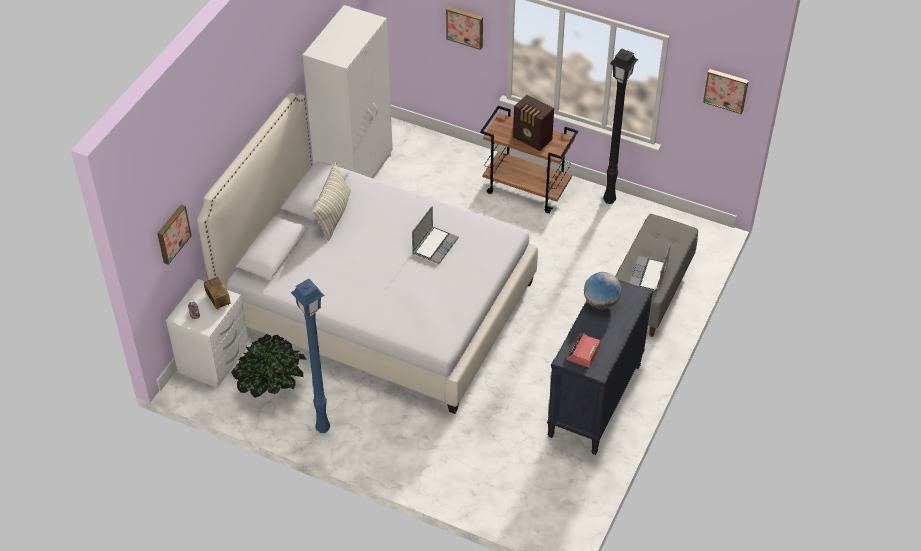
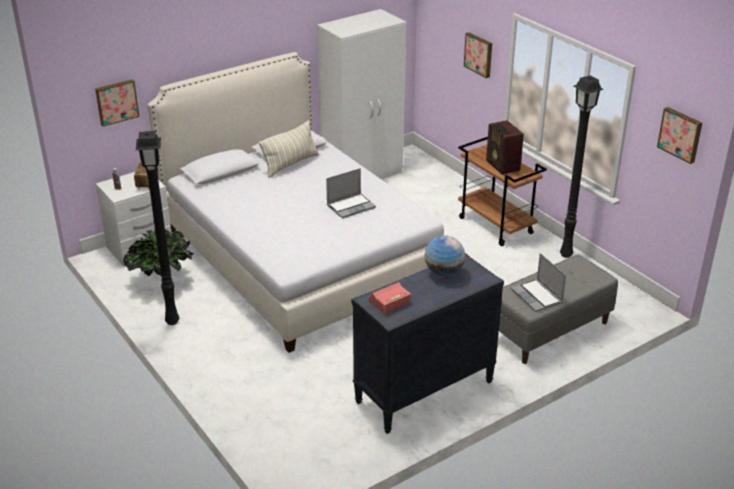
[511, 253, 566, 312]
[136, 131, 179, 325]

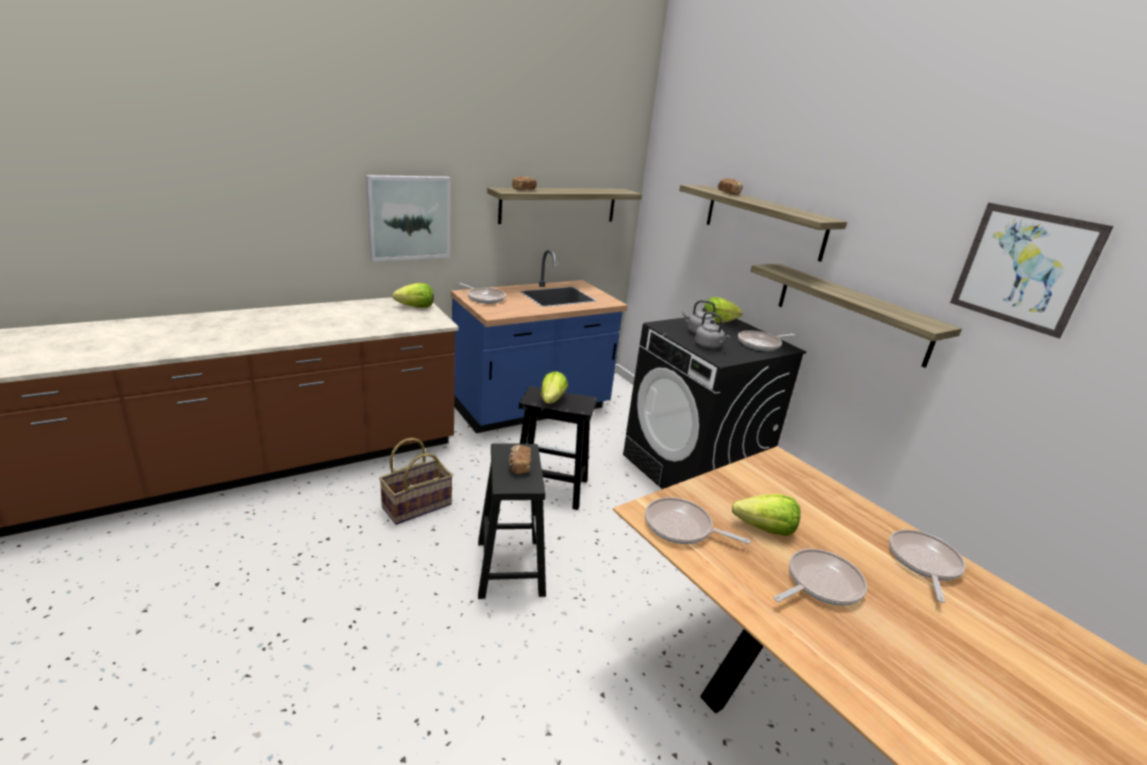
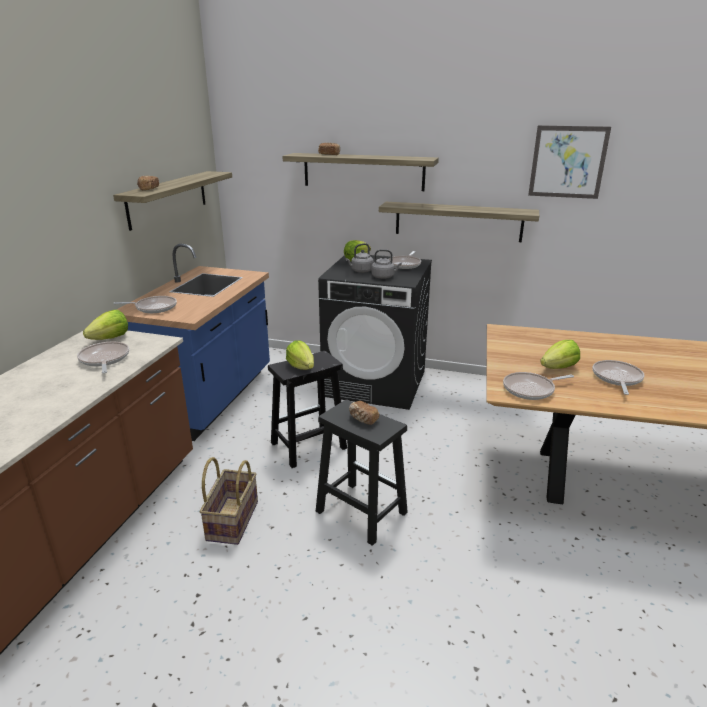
[366, 175, 451, 262] (first image)
[77, 342, 129, 373]

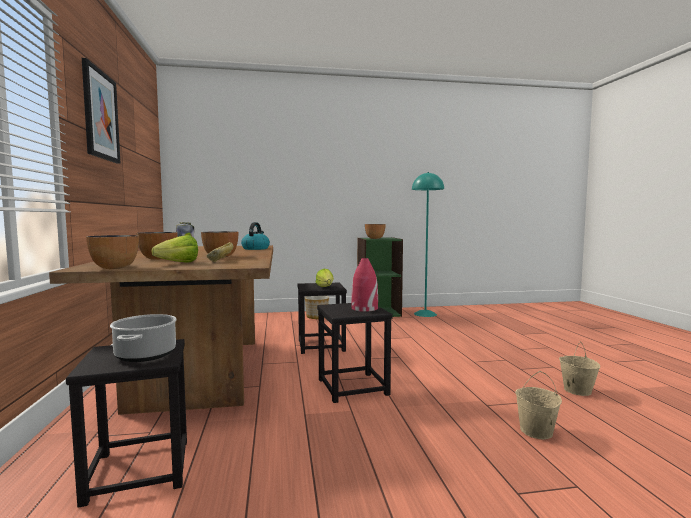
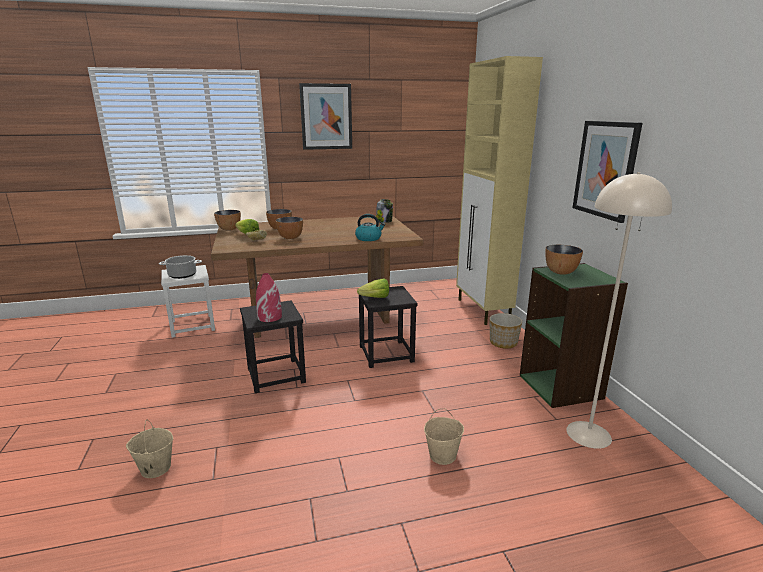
[566, 172, 672, 449]
[161, 265, 215, 338]
[424, 408, 464, 465]
[456, 56, 543, 325]
[572, 121, 643, 223]

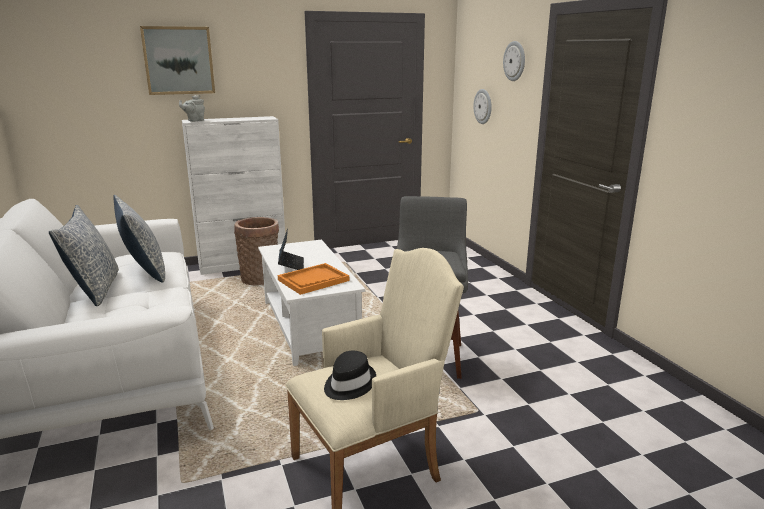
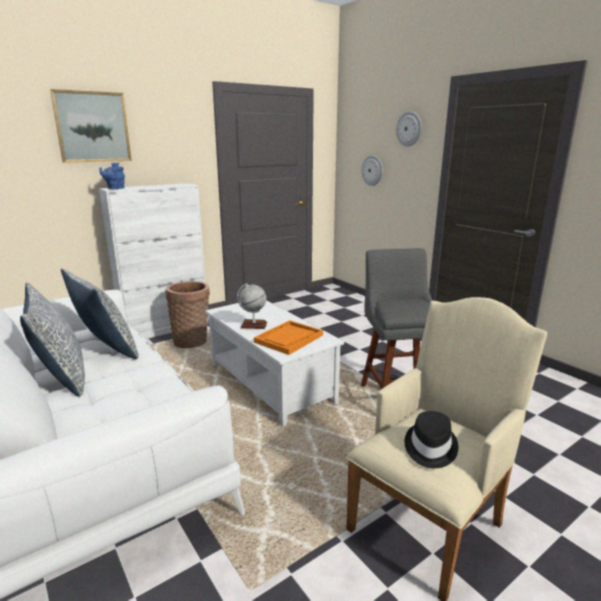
[99, 162, 125, 189]
[237, 283, 267, 329]

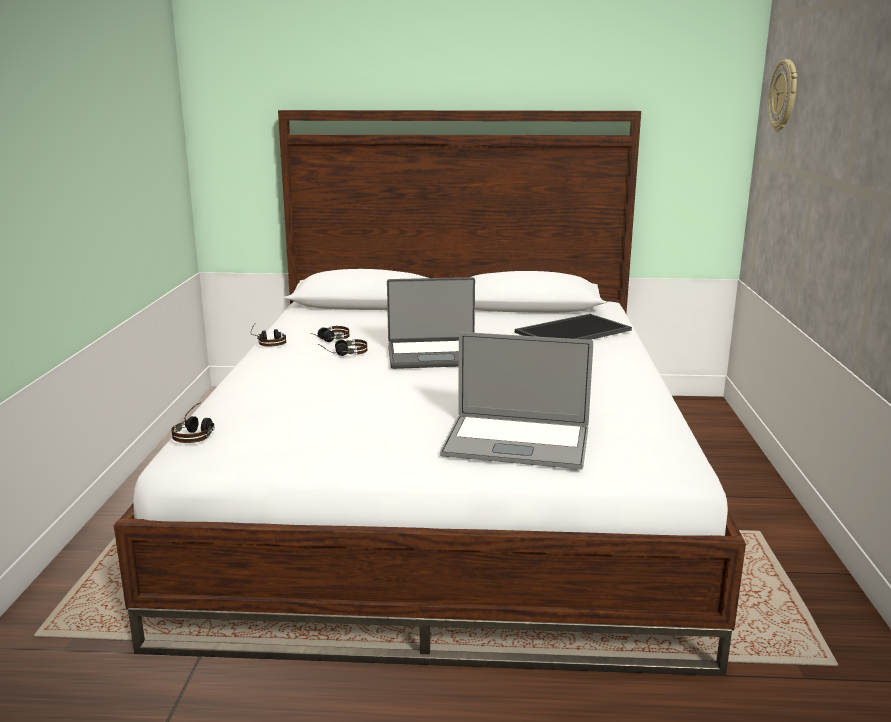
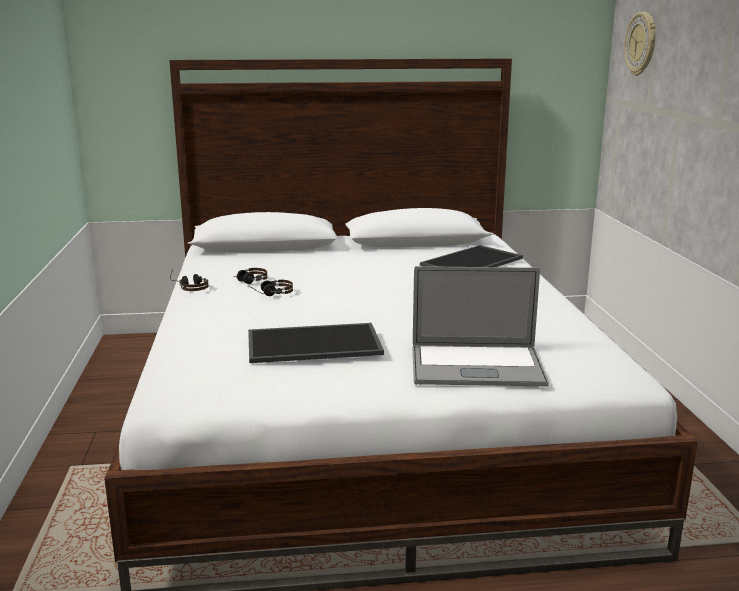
[387, 277, 475, 369] (first image)
[171, 402, 215, 443] (first image)
[248, 323, 384, 363]

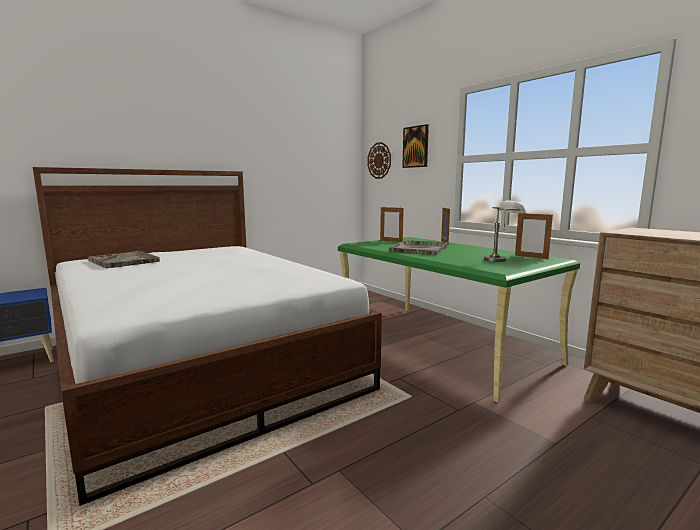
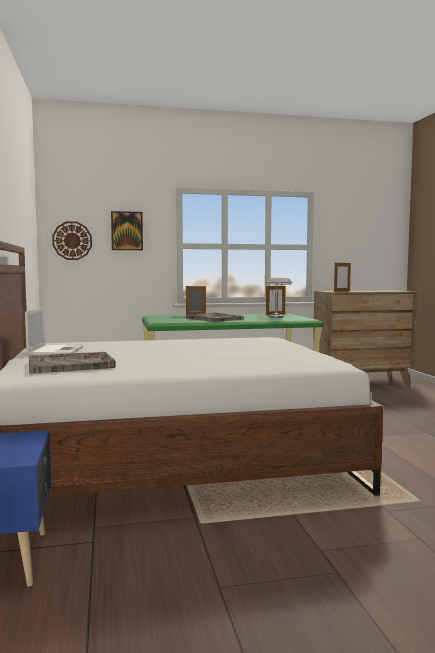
[334, 262, 351, 292]
[25, 308, 83, 355]

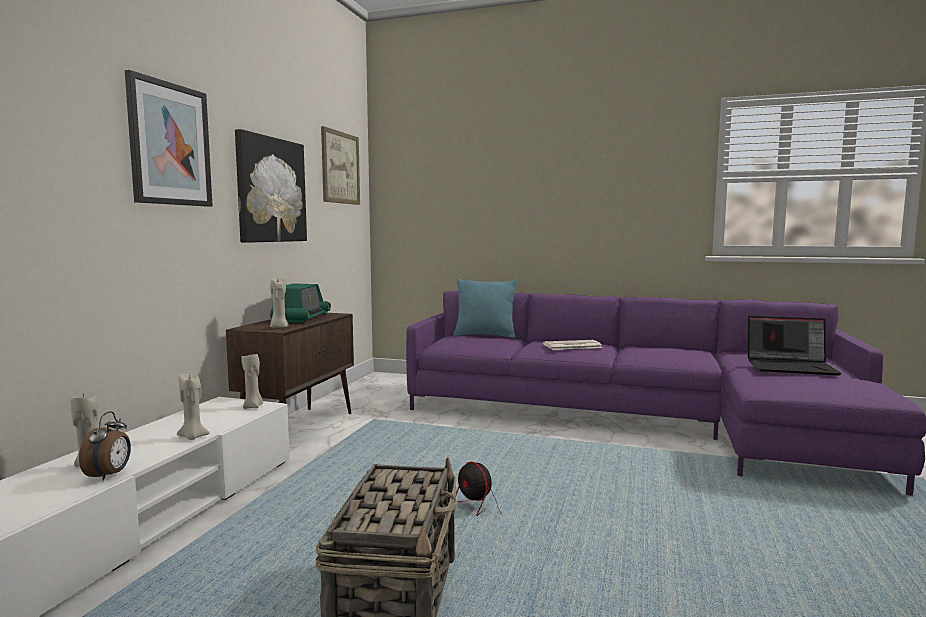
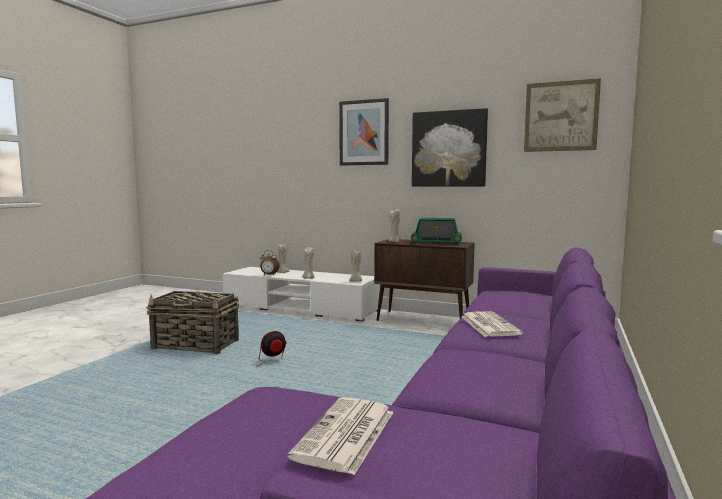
[454, 279, 517, 338] (first image)
[287, 397, 394, 475]

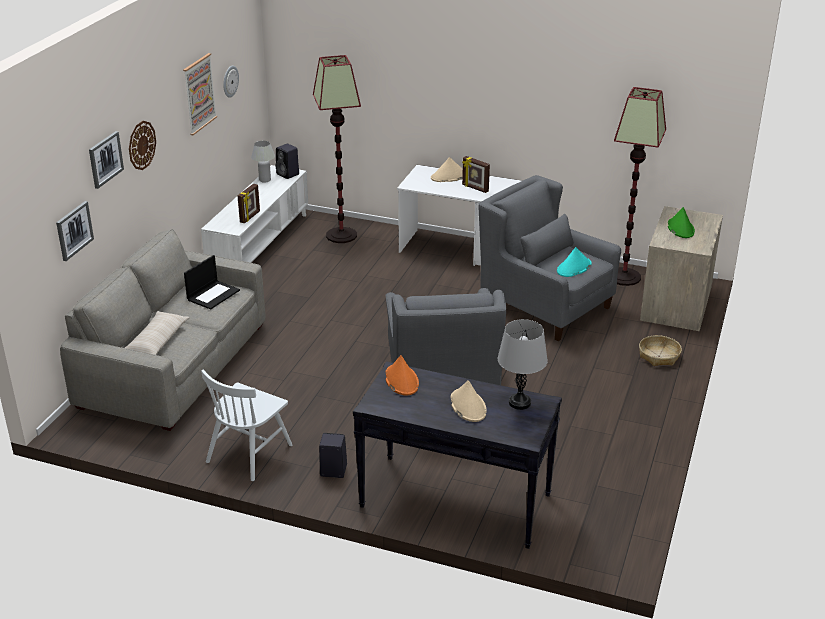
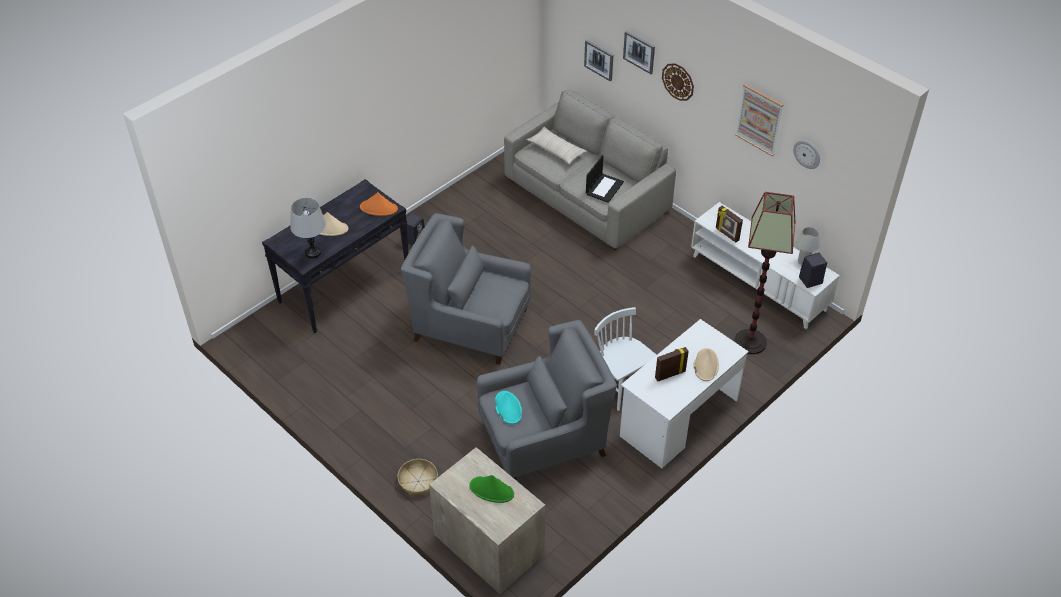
[614, 87, 666, 286] (first image)
[586, 155, 624, 203]
[594, 307, 656, 411]

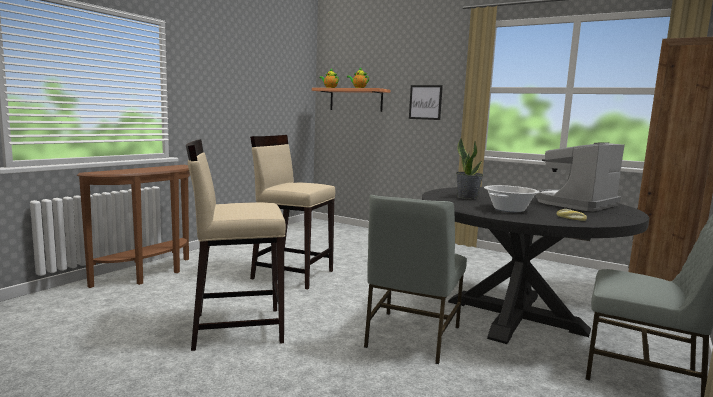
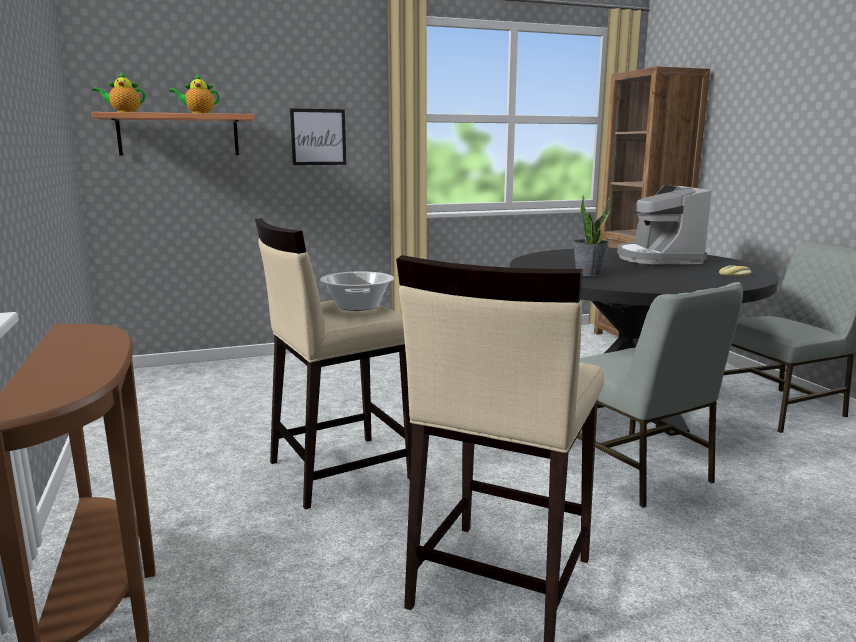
[320, 271, 394, 311]

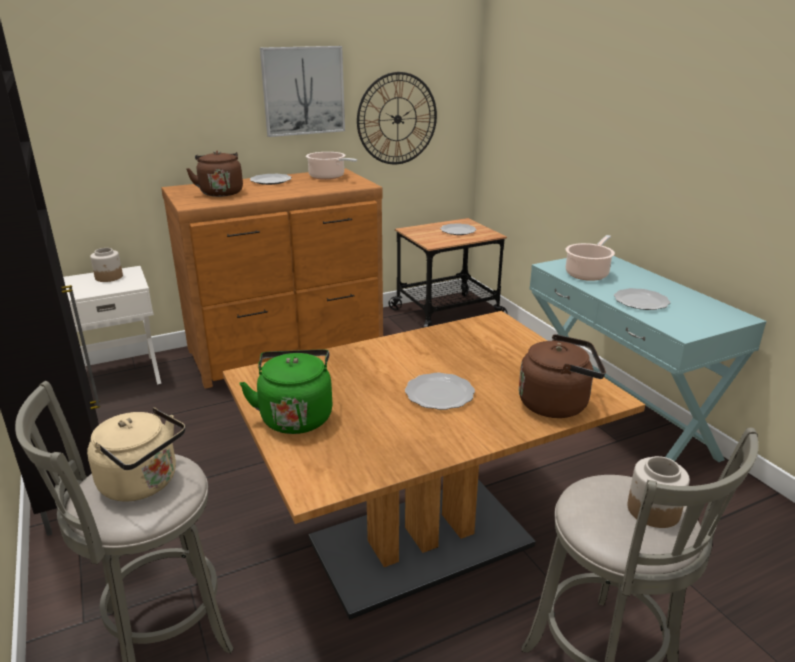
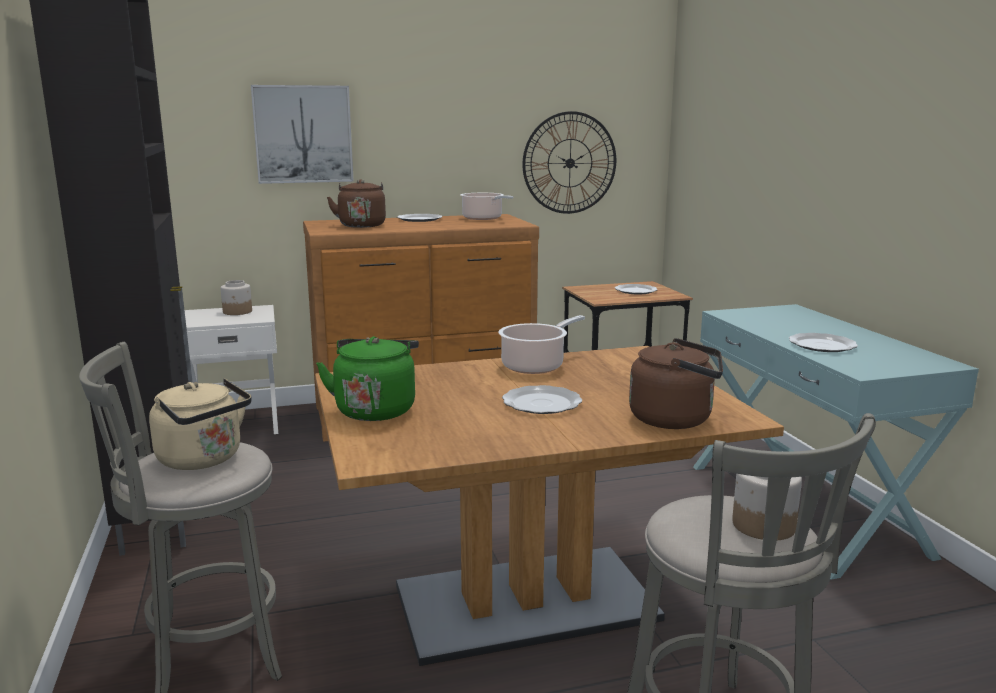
[251, 85, 354, 184]
[498, 315, 585, 374]

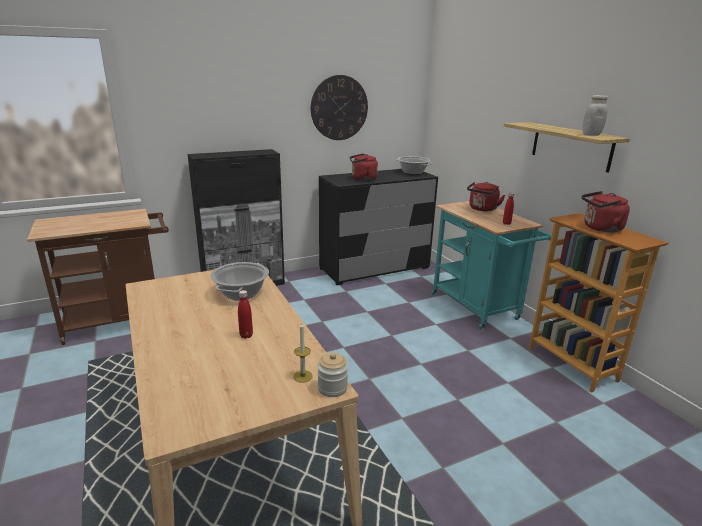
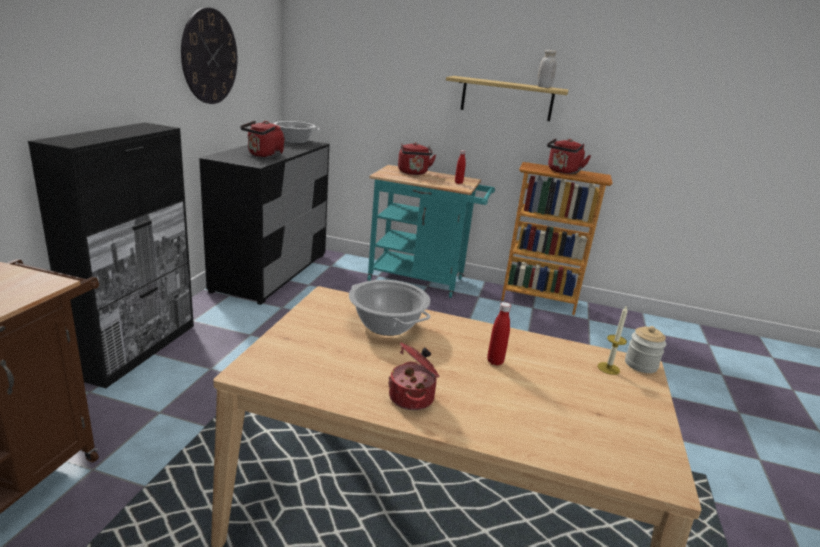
[388, 343, 440, 410]

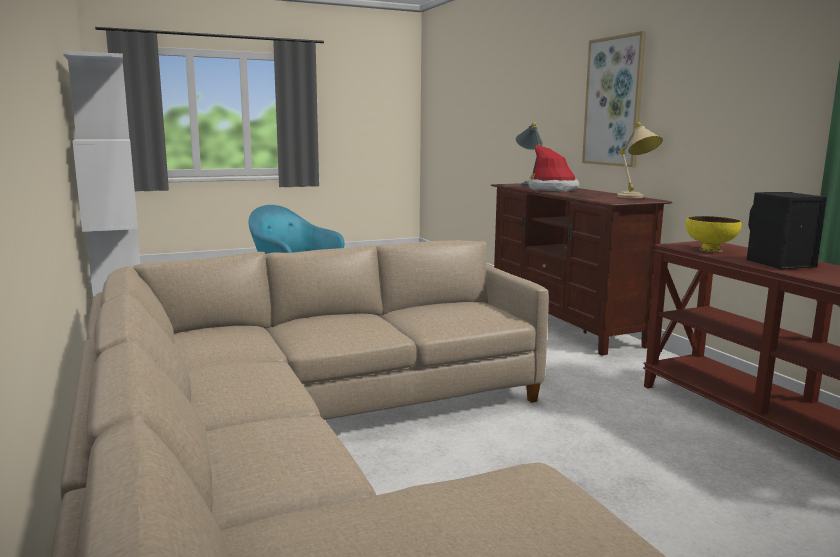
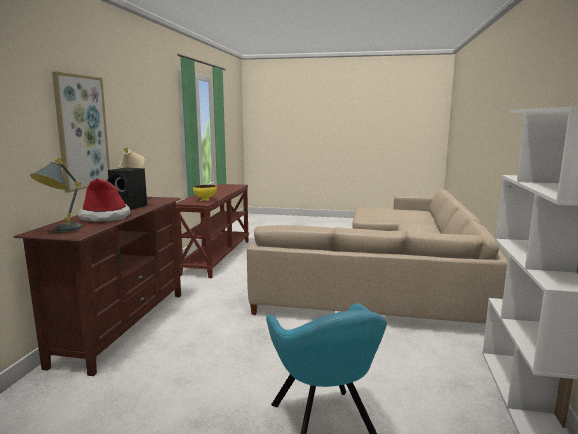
[107, 167, 147, 210]

